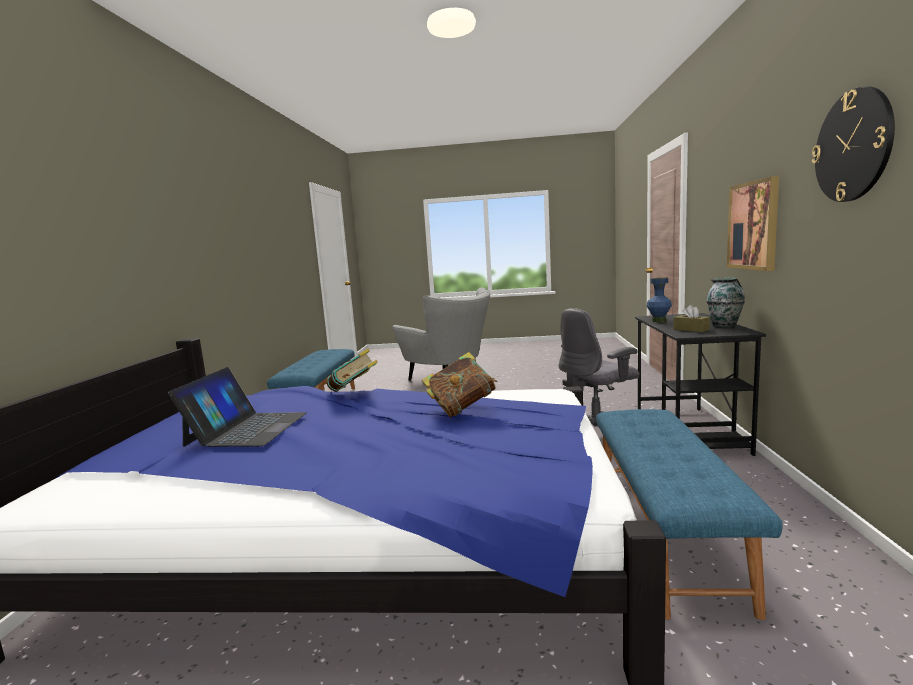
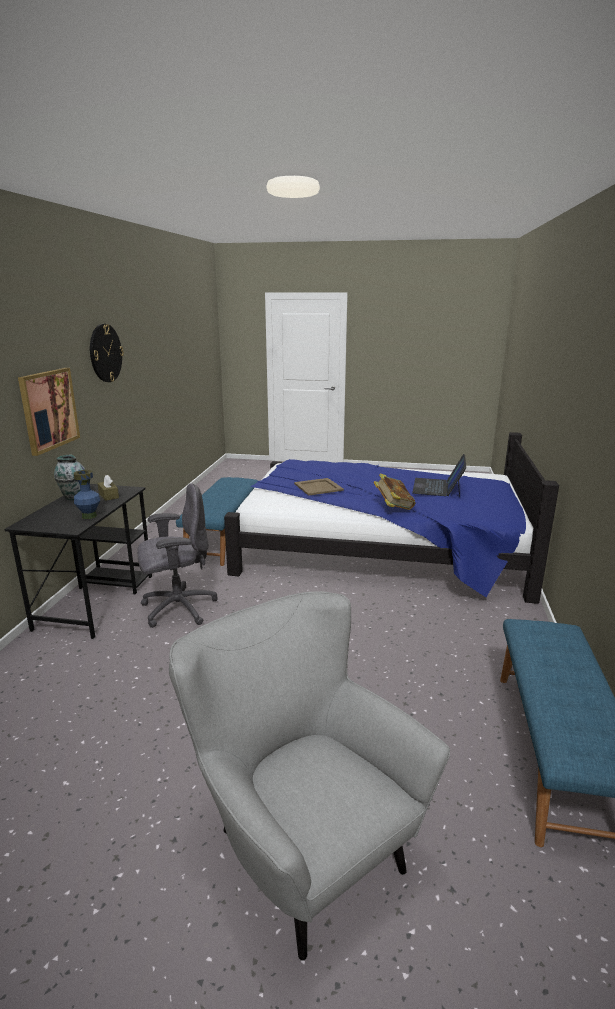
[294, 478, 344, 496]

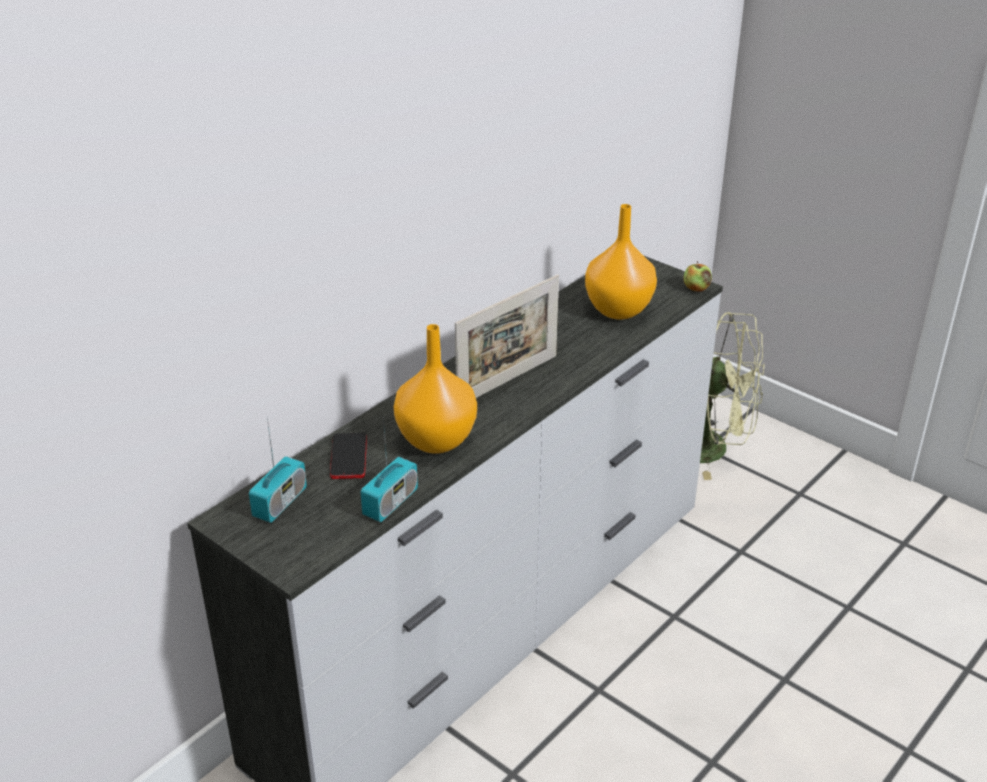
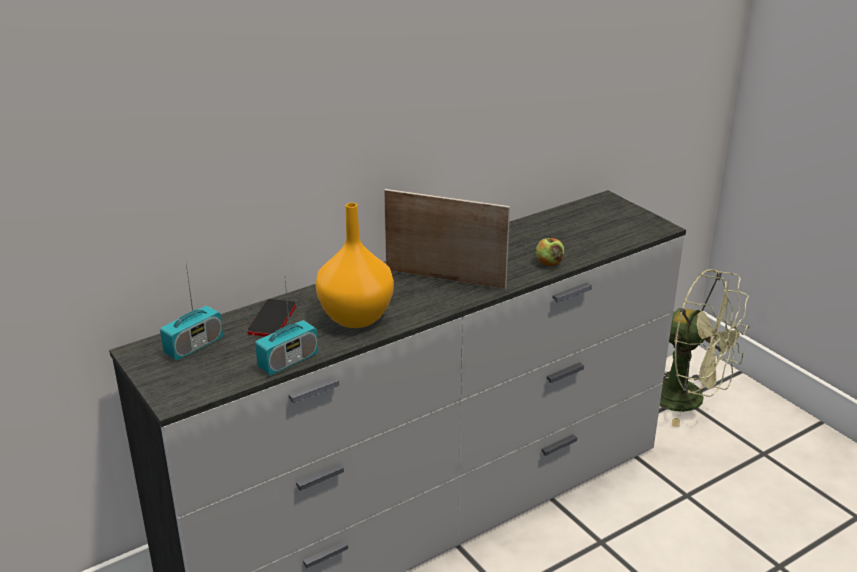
[585, 204, 657, 319] (first image)
[536, 235, 564, 266]
[384, 189, 510, 289]

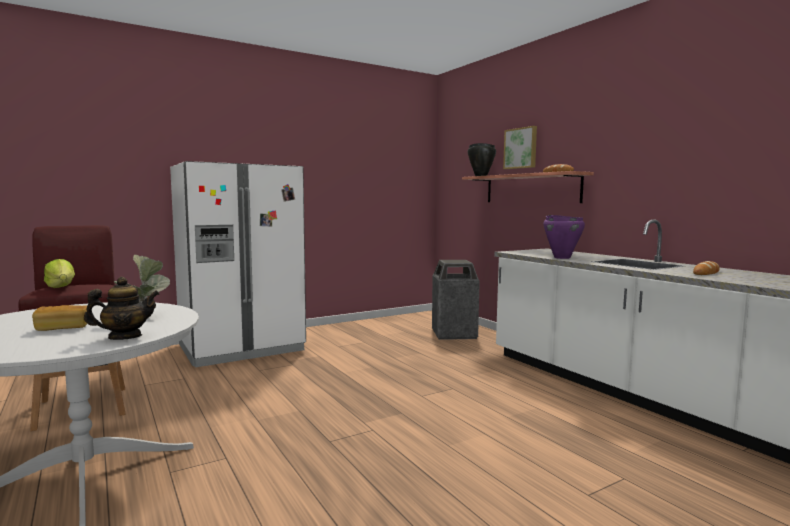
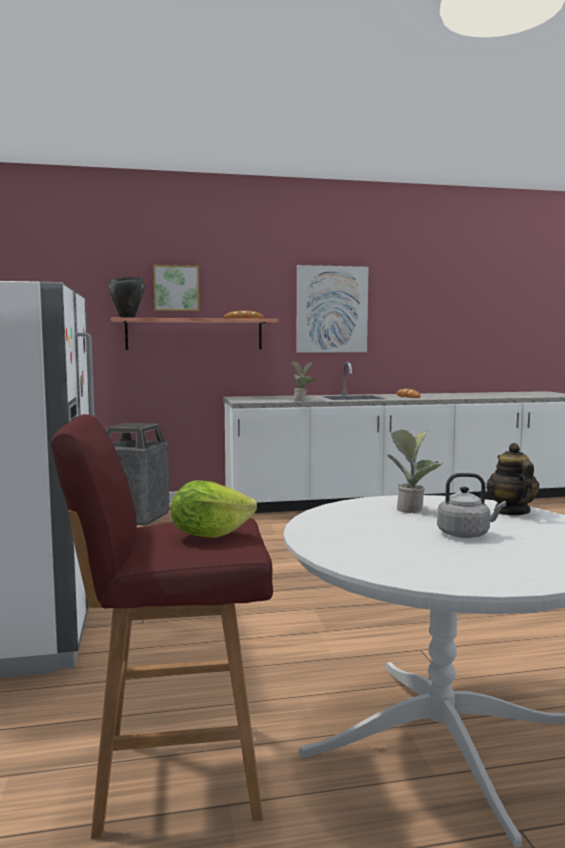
[291, 361, 317, 401]
[437, 473, 506, 538]
[297, 265, 368, 353]

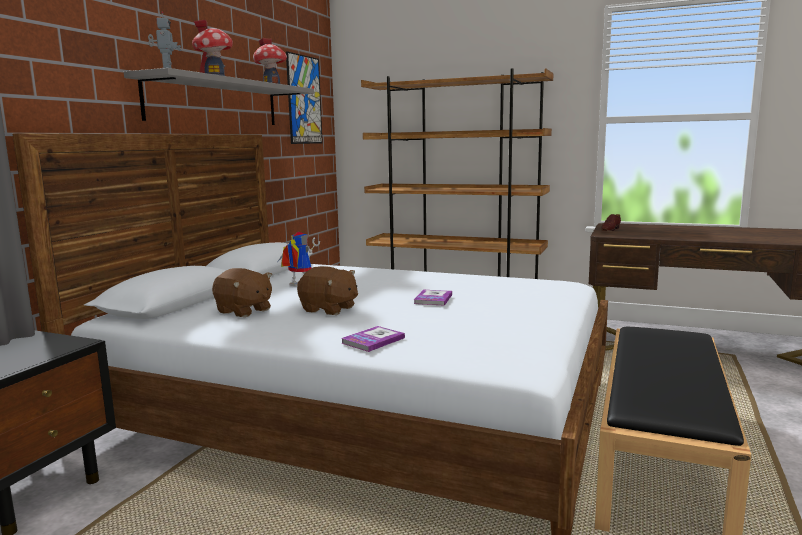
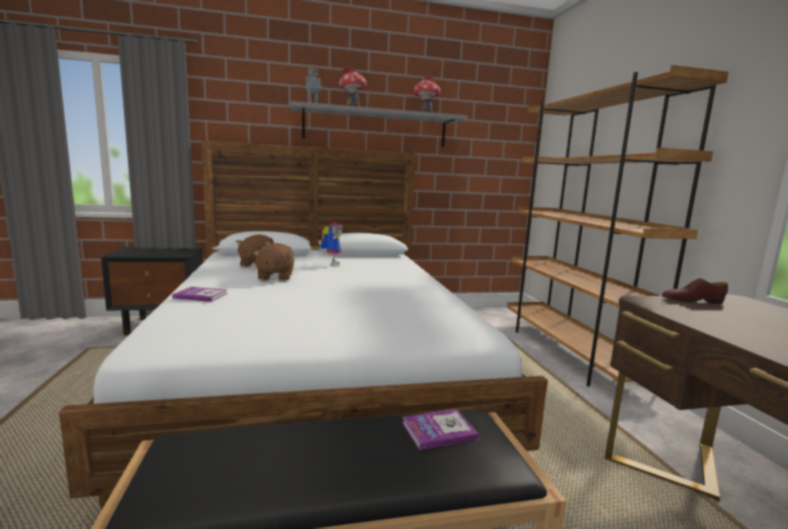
[286, 51, 323, 144] (first image)
[402, 409, 479, 450]

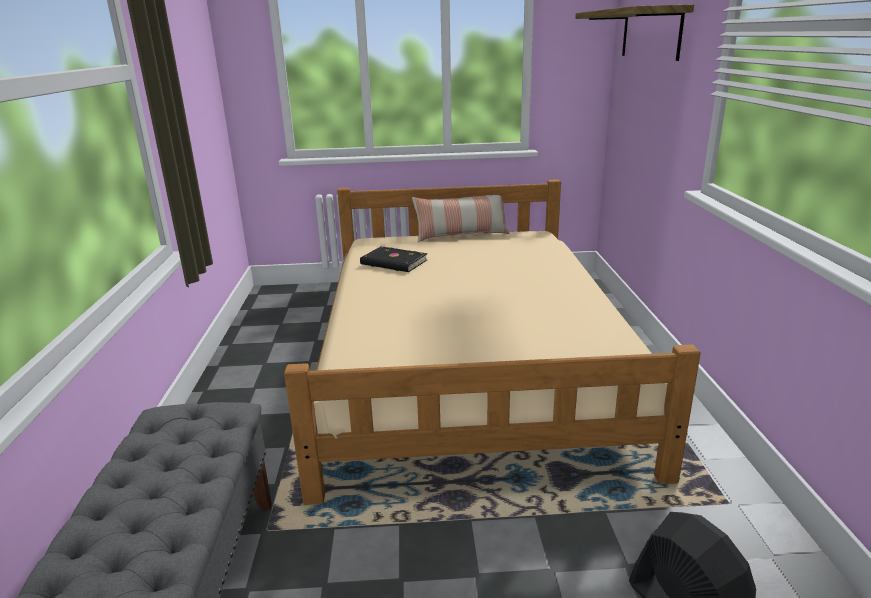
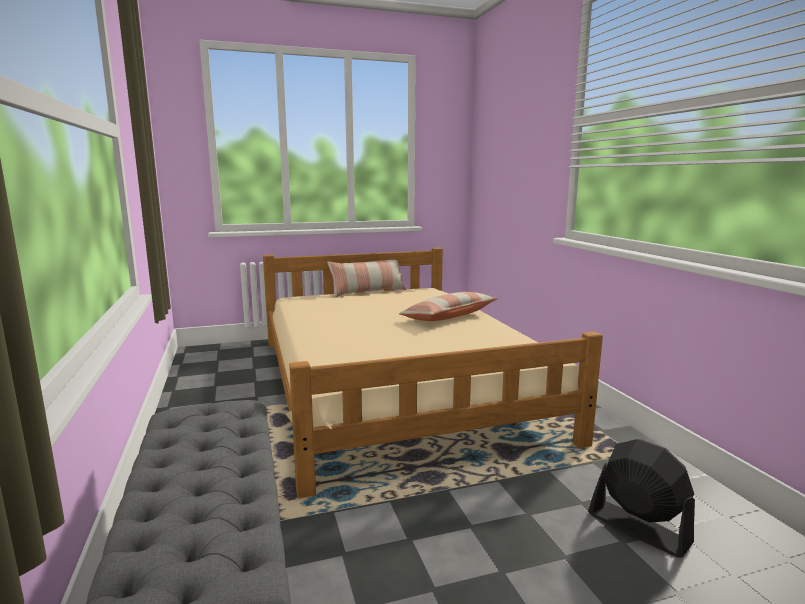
[575, 4, 694, 61] (first image)
[360, 246, 427, 272] (first image)
[399, 292, 498, 321]

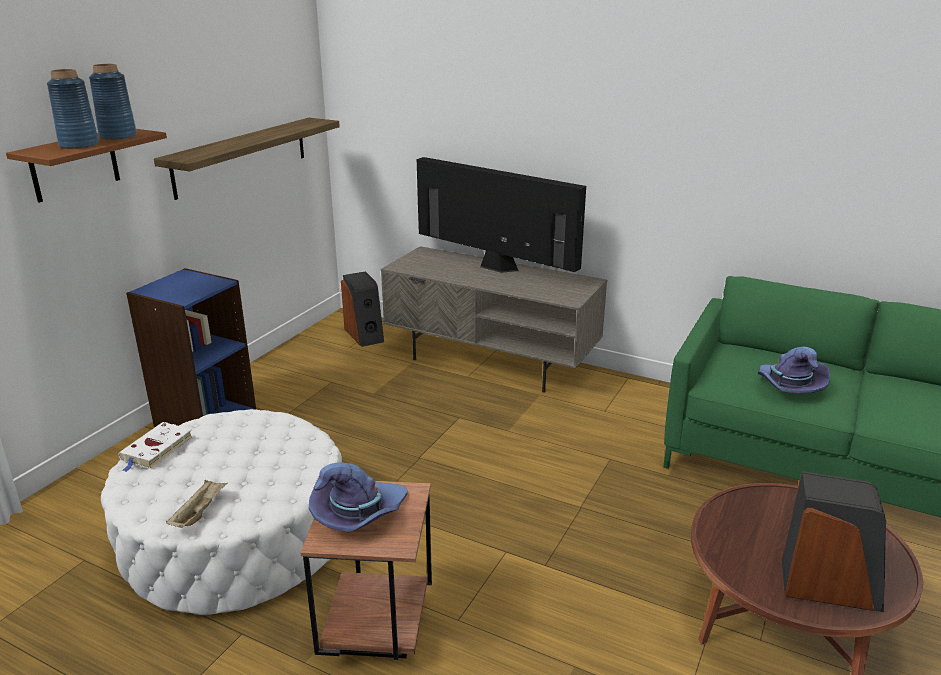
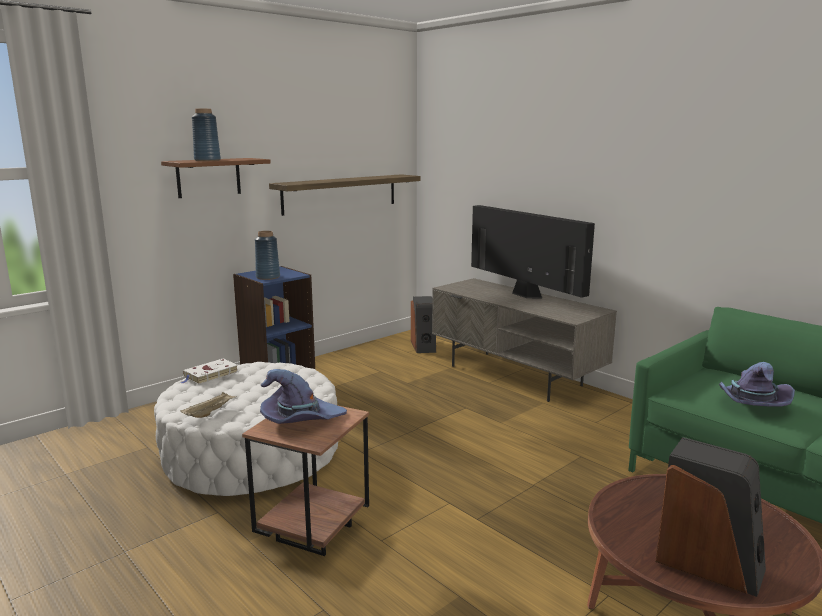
[255, 231, 280, 280]

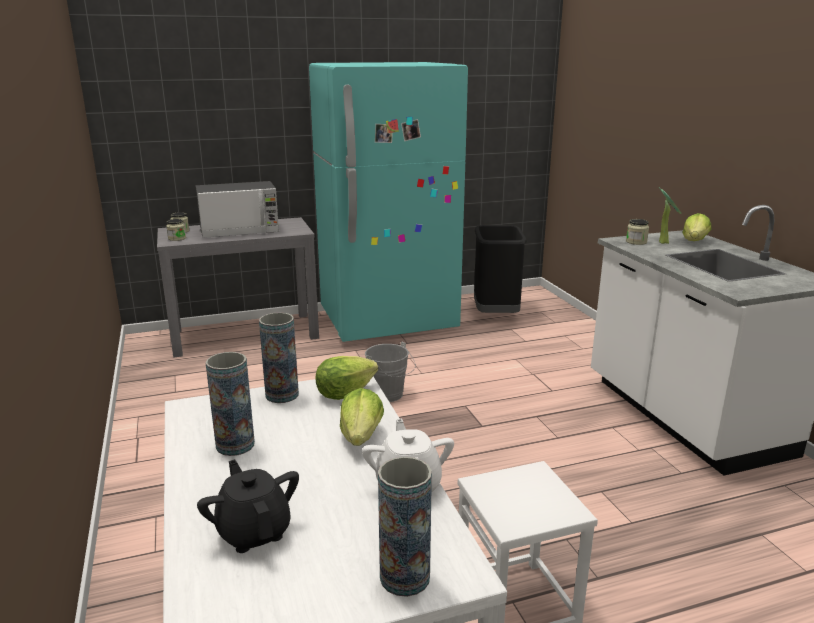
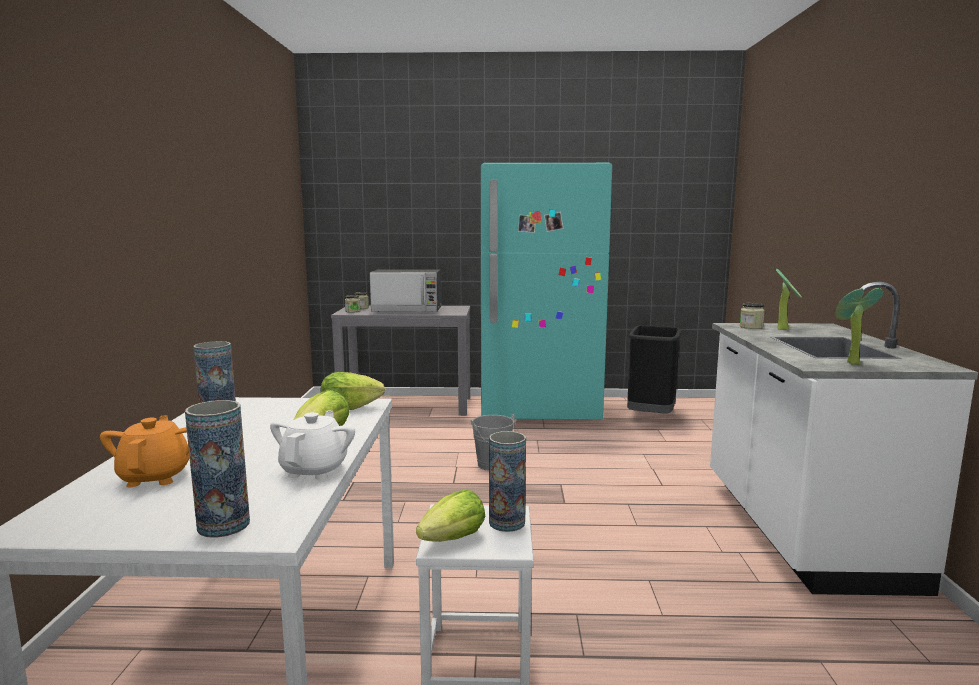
[416, 490, 485, 542]
[489, 431, 526, 532]
[100, 415, 190, 487]
[836, 288, 883, 365]

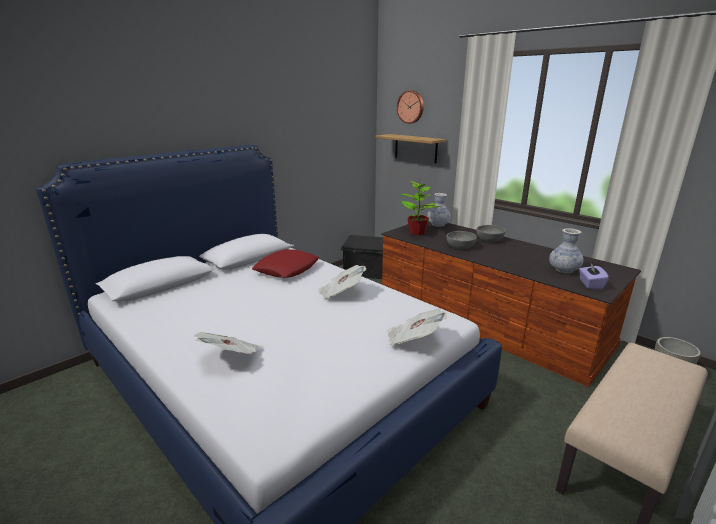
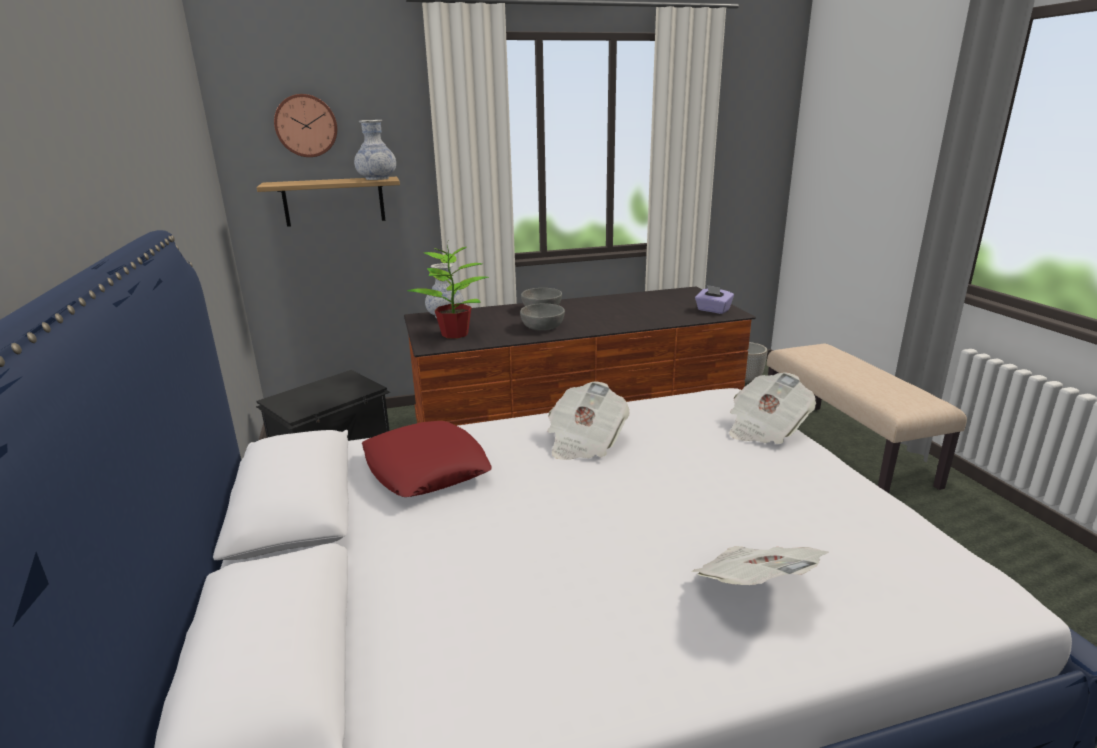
[354, 120, 396, 180]

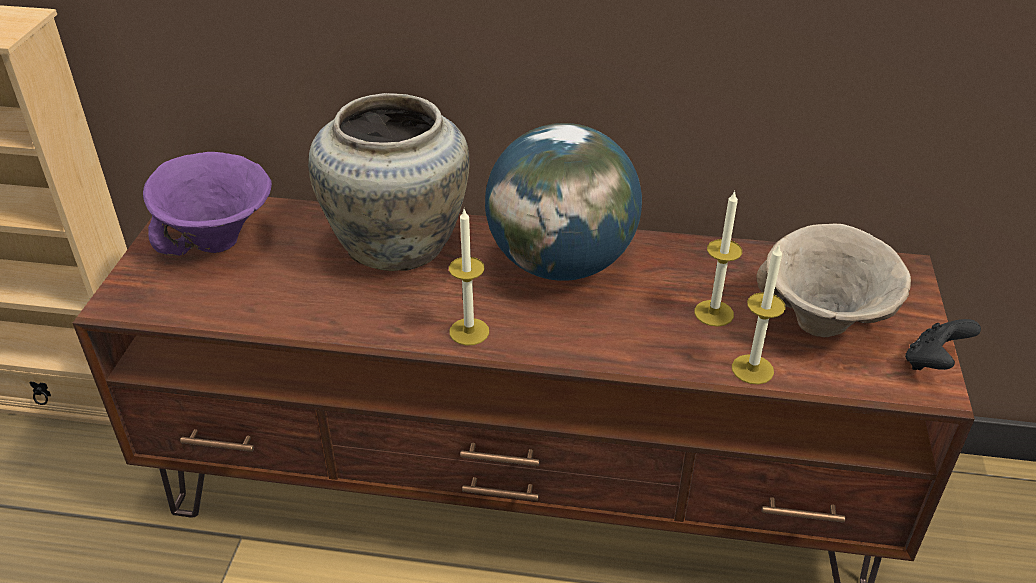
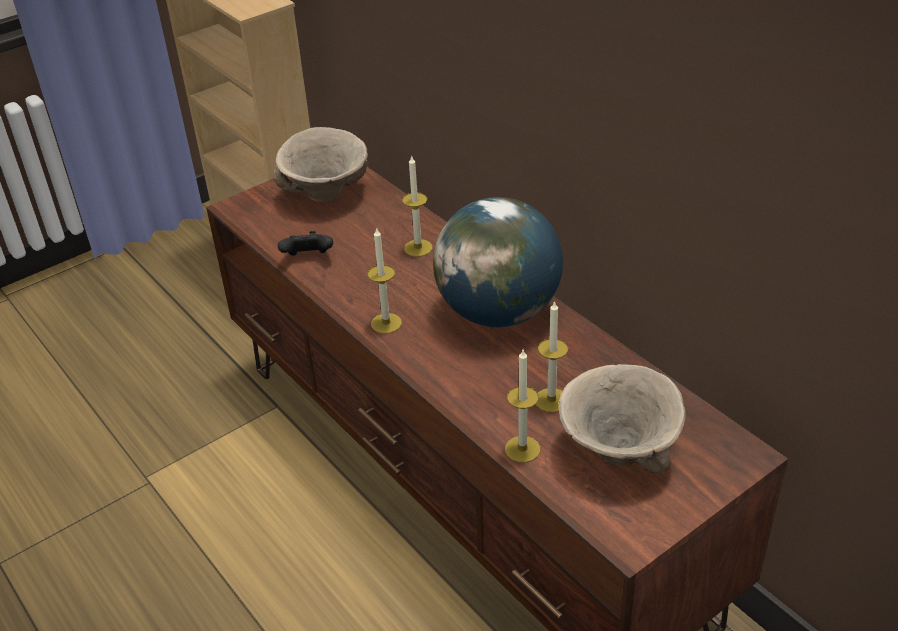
[402, 155, 432, 257]
[273, 127, 368, 203]
[278, 231, 333, 256]

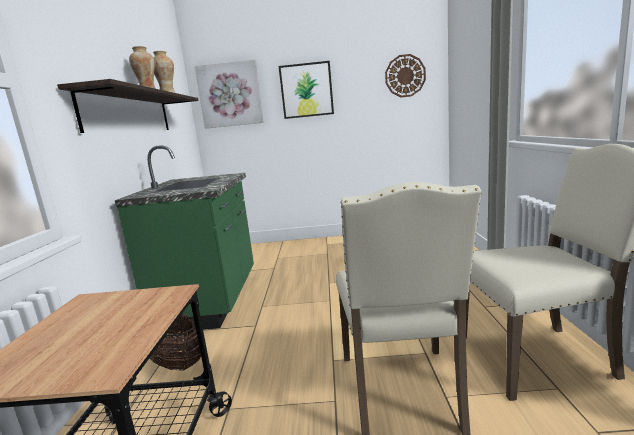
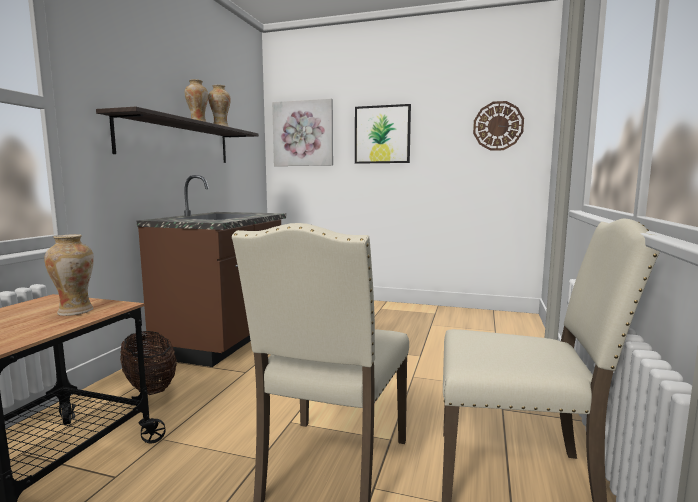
[137, 175, 286, 367]
[45, 234, 94, 316]

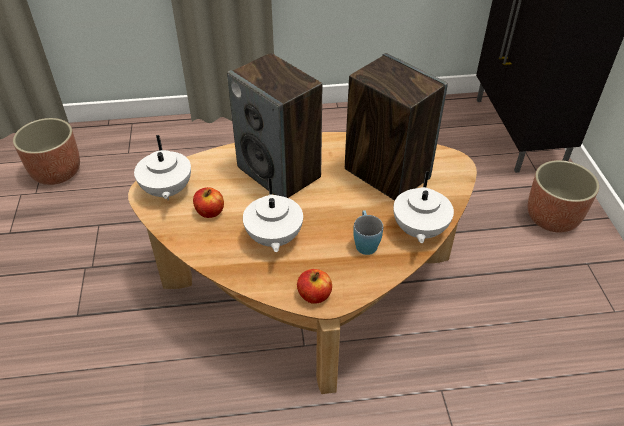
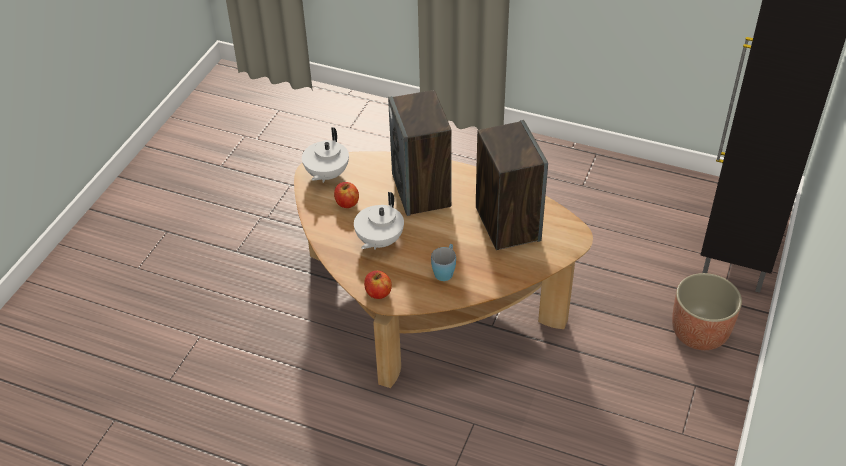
[13, 118, 80, 185] (first image)
[393, 171, 454, 243] (first image)

